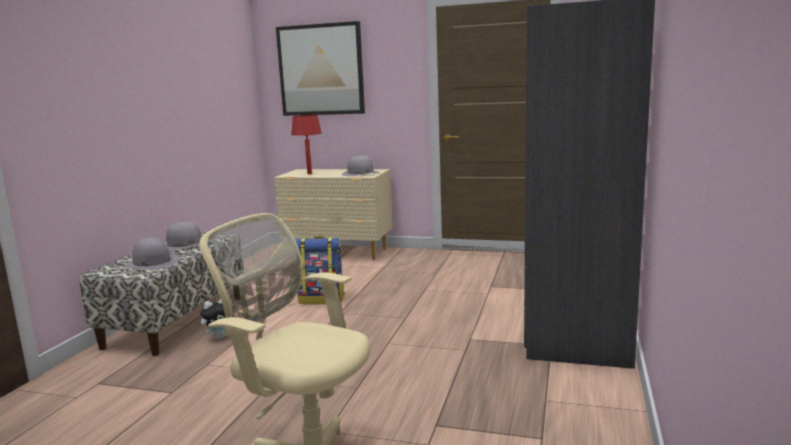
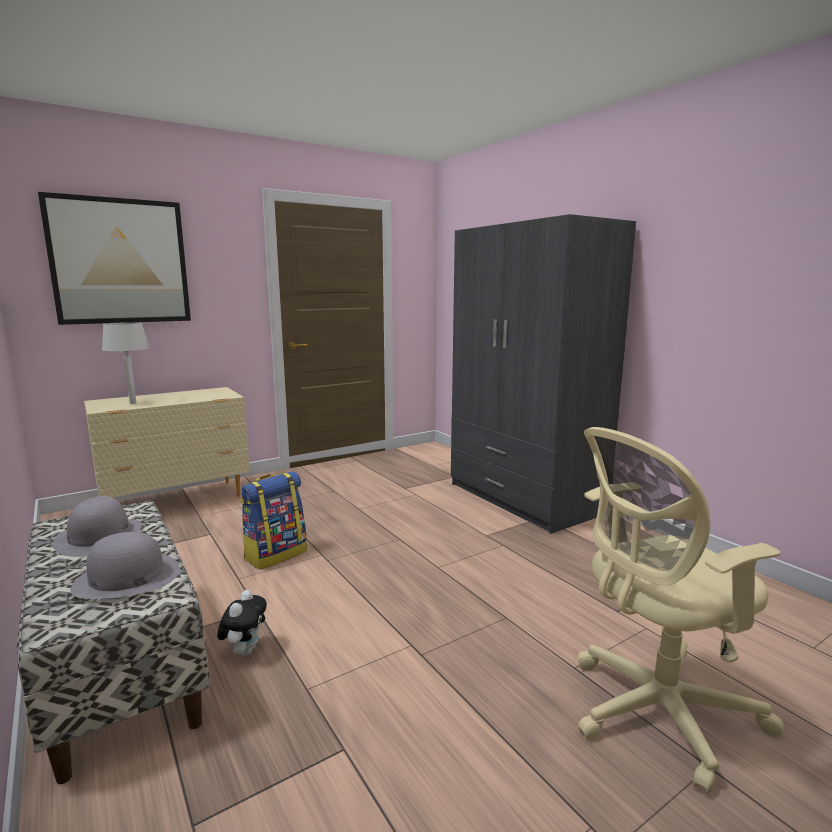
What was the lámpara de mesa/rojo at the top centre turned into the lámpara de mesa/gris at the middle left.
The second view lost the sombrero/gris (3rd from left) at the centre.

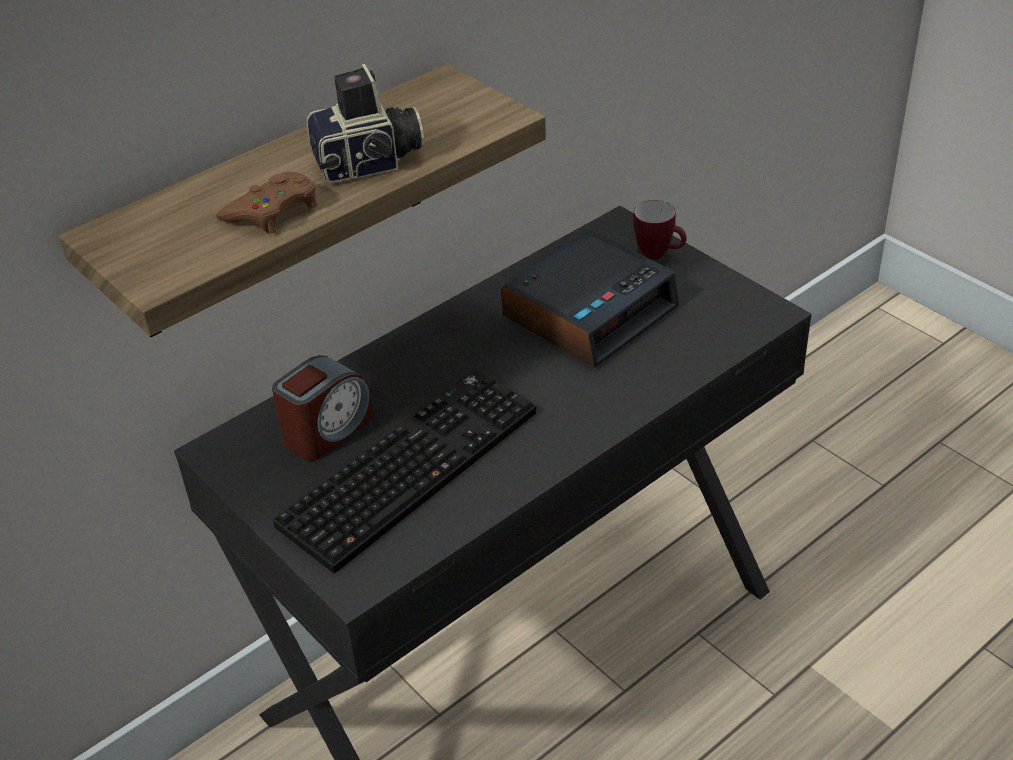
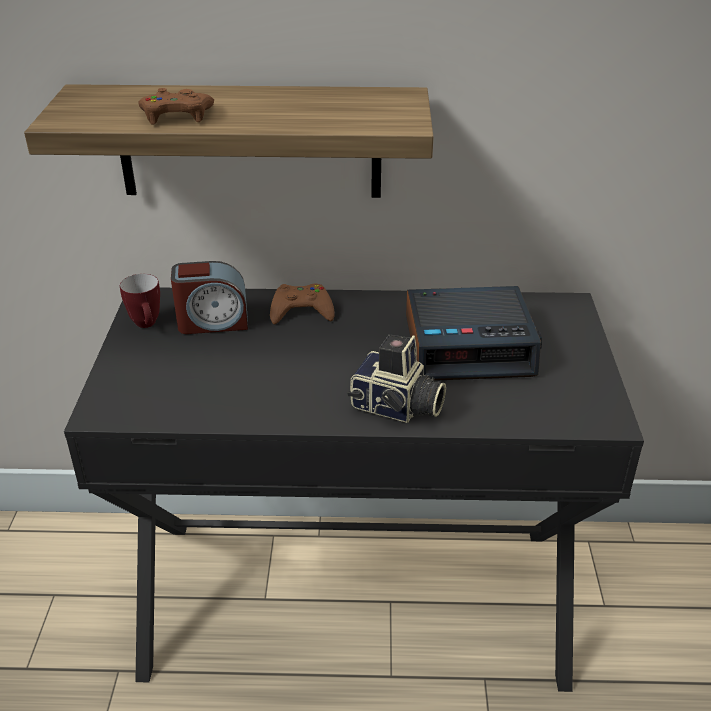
The taza grande ended up elsewhere, having gone from the top centre to the middle left.
The second view gained the mando de consola/marrón (2nd from left) at the centre.
The cámara ended up elsewhere, having gone from the top centre to the centre.
The second view lost the teclado at the centre.

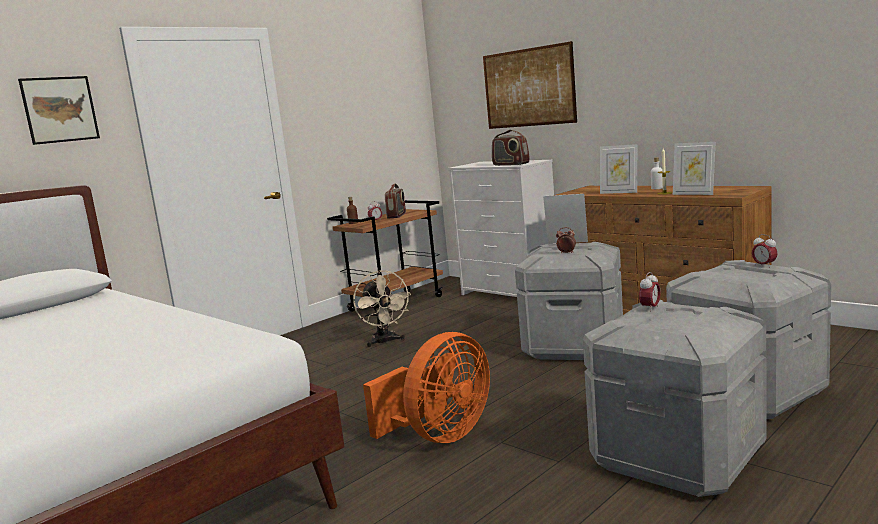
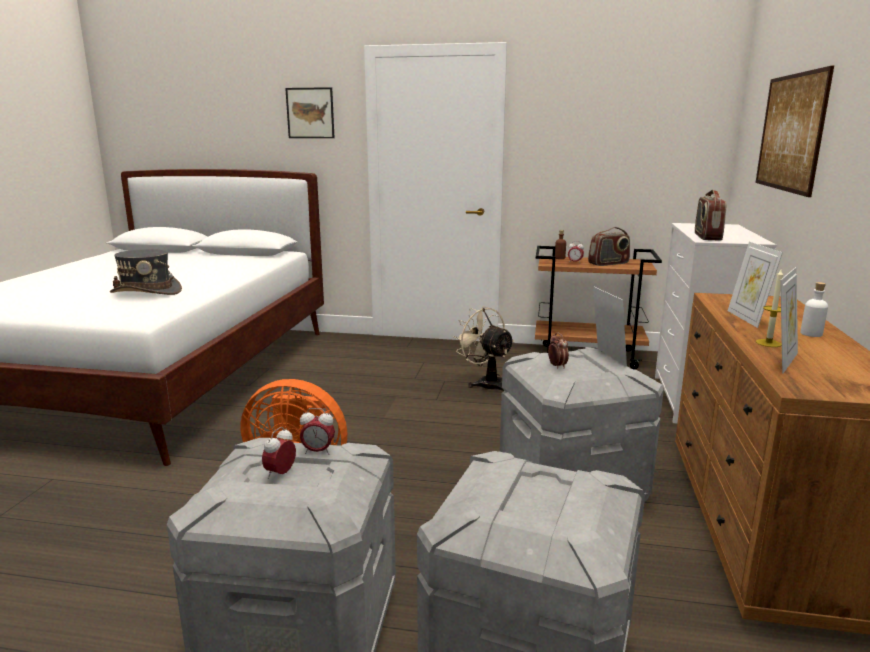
The second view gained the sombrero/gris at the middle left.
The despertador (4th from left in the first image) ended up elsewhere, having gone from the middle right to the bottom left.
The ventilador/beis at the centre ended up facing another way, 105 degrees clockwise from before.
The portarretratos (3rd from left) at the top right ended up facing another way, 150 degrees counterclockwise from before.

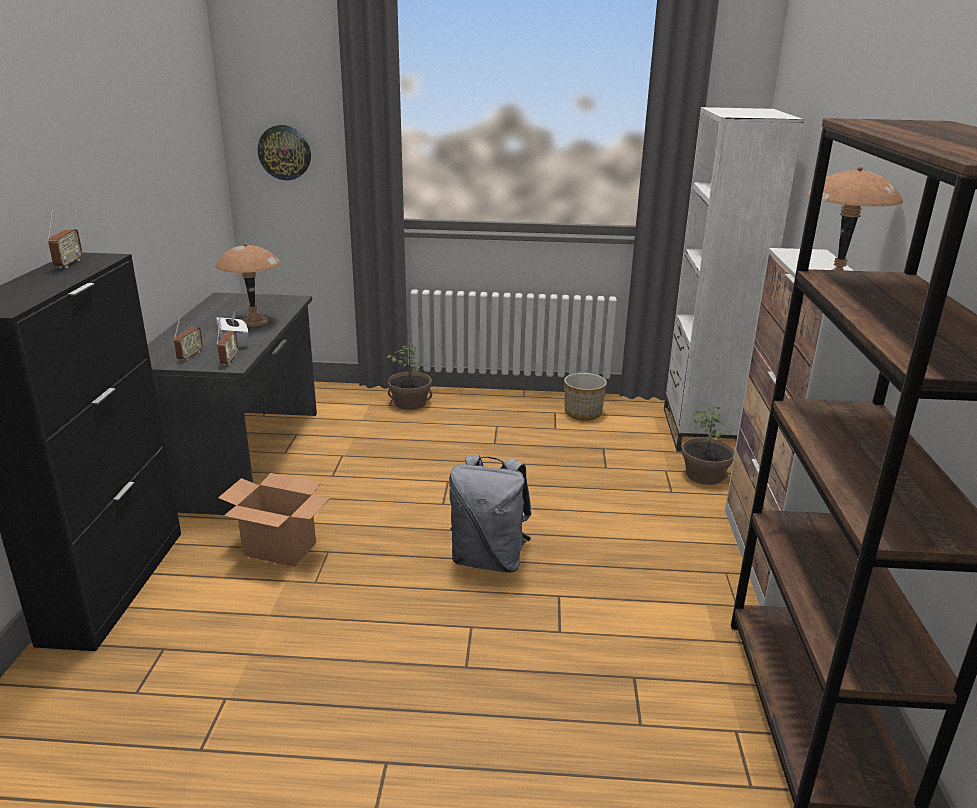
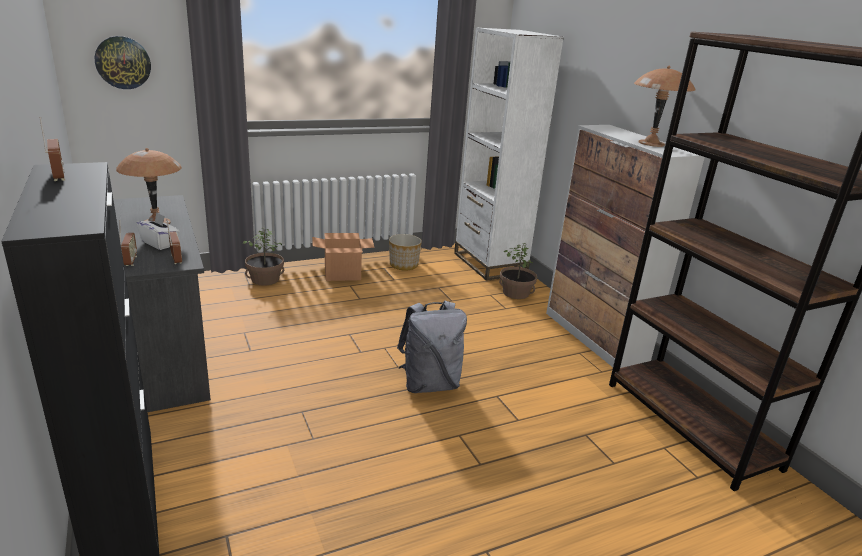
The caja de cartón ended up elsewhere, having gone from the middle left to the centre.

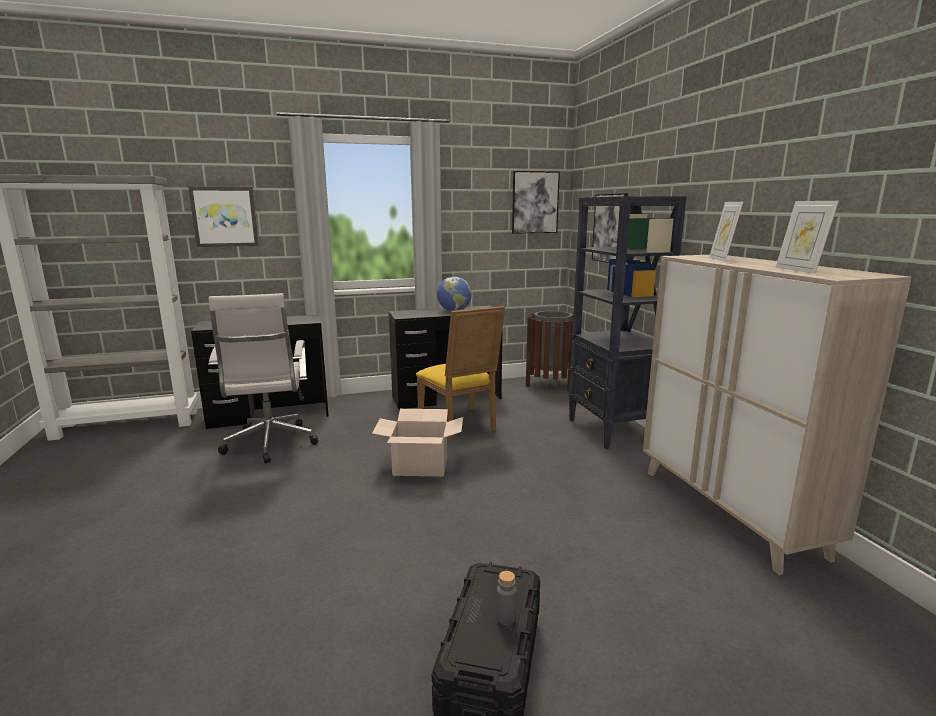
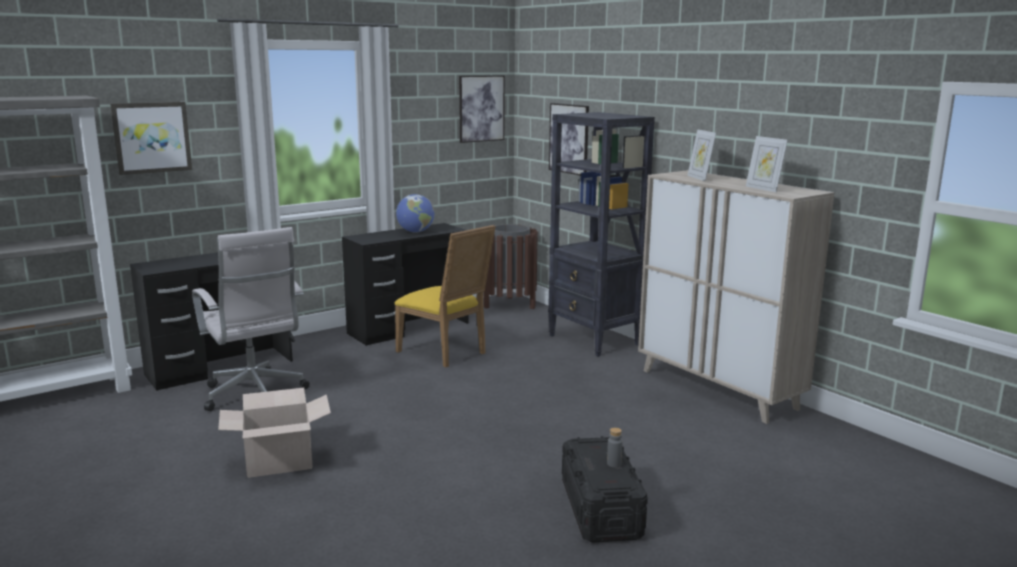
The caja de cartón ended up elsewhere, having gone from the centre to the bottom left.

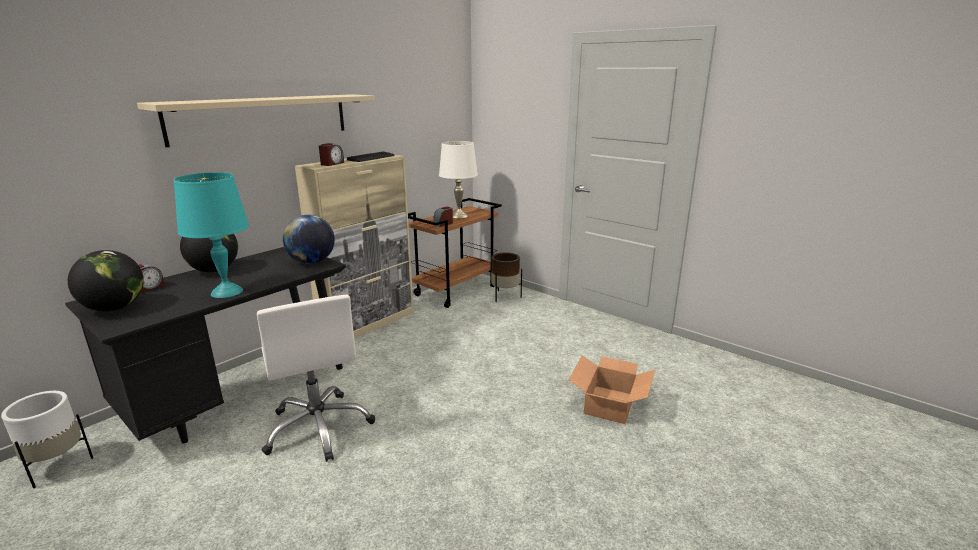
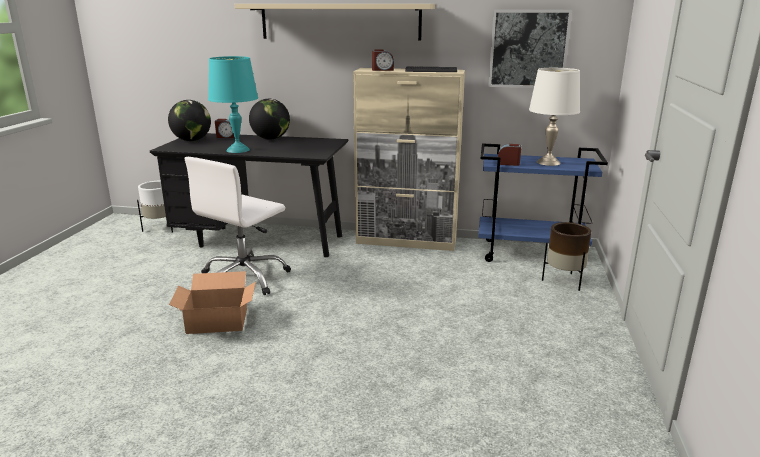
The caja de cartón ended up elsewhere, having gone from the bottom centre to the middle left.
What was the carrito/marrón at the centre turned into the carrito/azul at the middle right.
The second view gained the cuadro at the top right.
The second view lost the globo terráqueo (3rd from left) at the middle left.

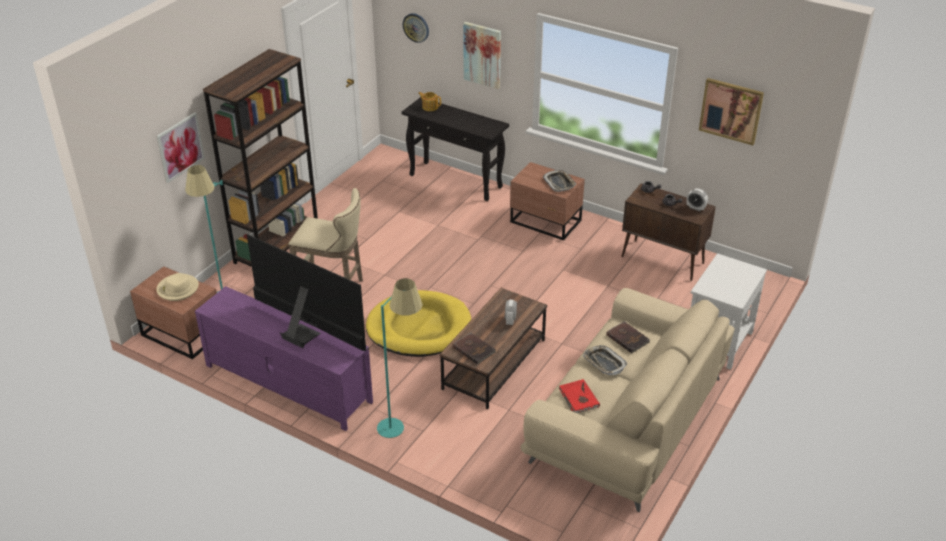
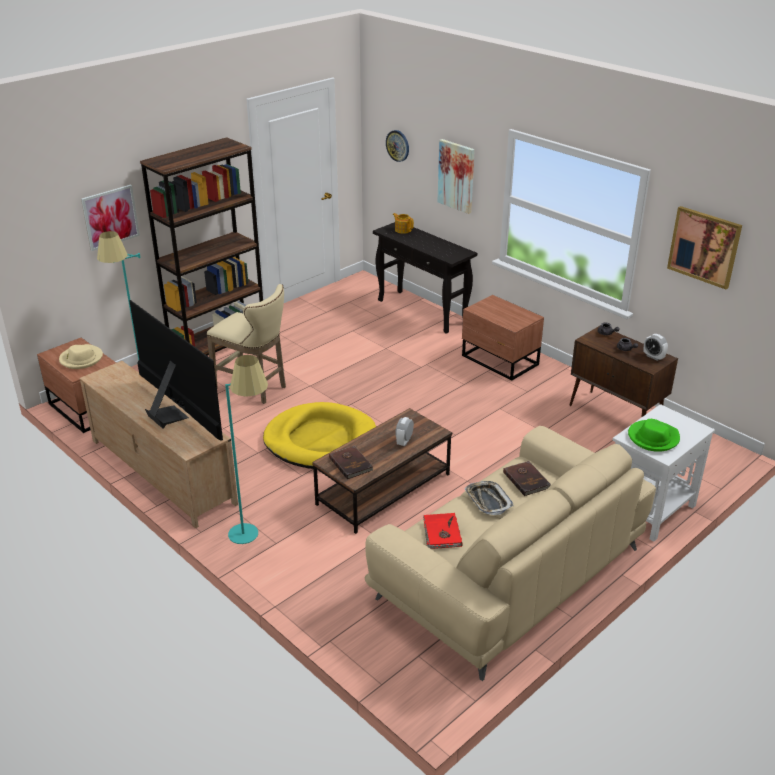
What was the mueble de televisión/morado at the middle left turned into the mueble de televisión/beis at the middle left.
The second view gained the sombrero/verde at the middle right.
The second view lost the bandeja (1st from left) at the centre.

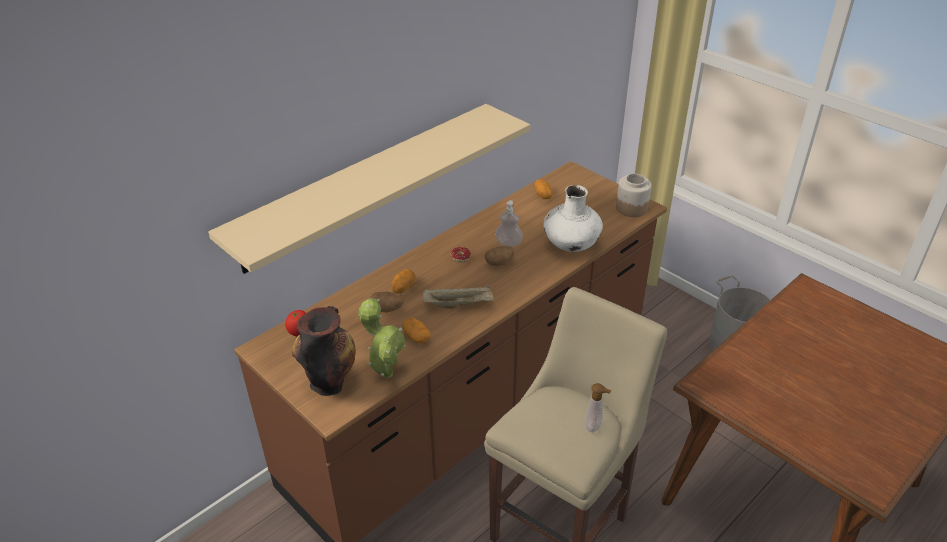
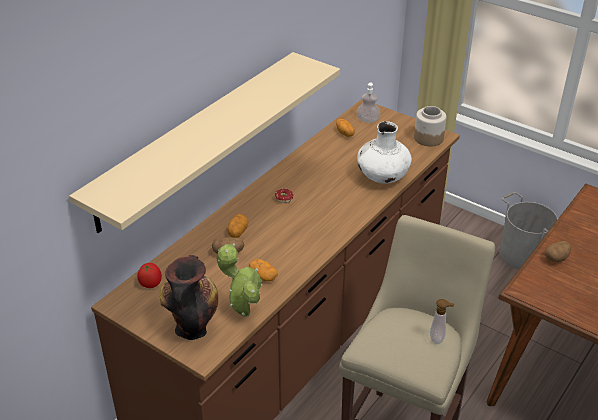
The dispensador de jabón (1st from left) ended up elsewhere, having gone from the centre to the top centre.
The patata (4th from left in the first image) ended up elsewhere, having gone from the centre to the middle right.
The second view lost the bandeja/beis at the centre.

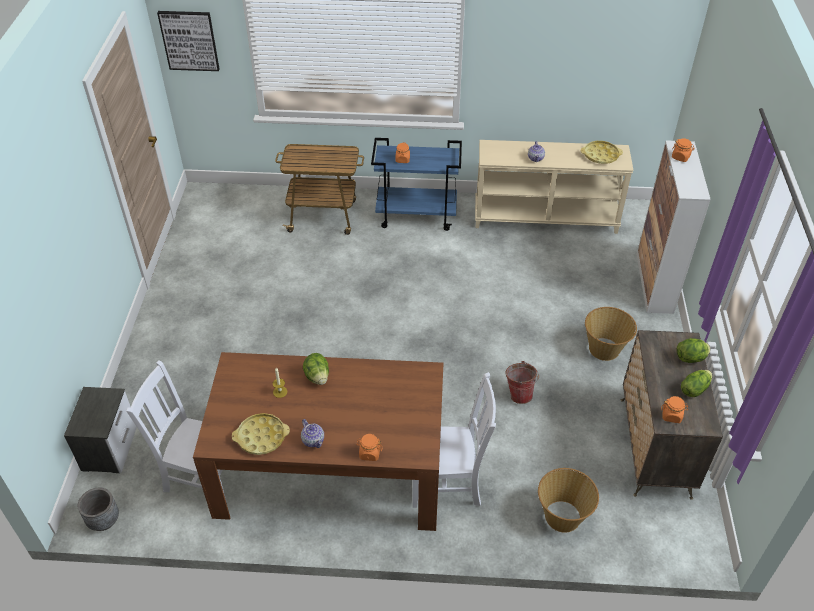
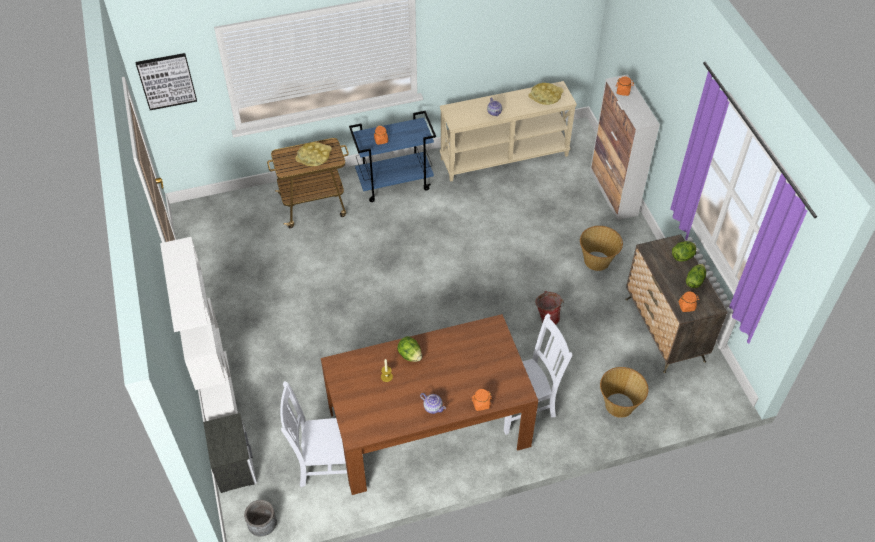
The second view gained the estantería/blanco at the middle left.
The bandeja/amarillo (1st from left) ended up elsewhere, having gone from the bottom left to the top centre.

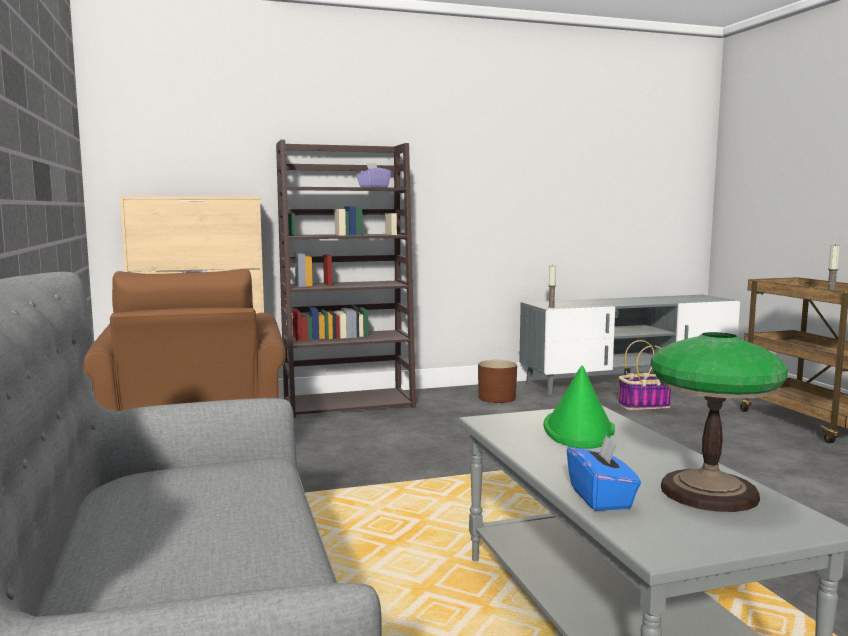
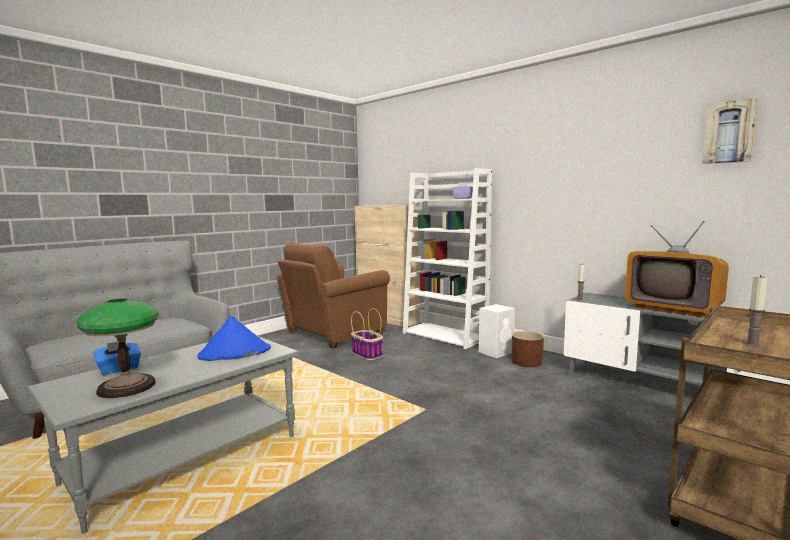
What was the sombrero/verde at the middle right turned into the sombrero/azul at the middle left.
The cesta ended up elsewhere, having gone from the middle right to the centre.
What was the estantería/marrón at the centre turned into the estantería/blanco at the centre.
The second view gained the altavoz/blanco at the centre.
The second view gained the televisor at the middle right.
The second view gained the cuadro at the top right.

